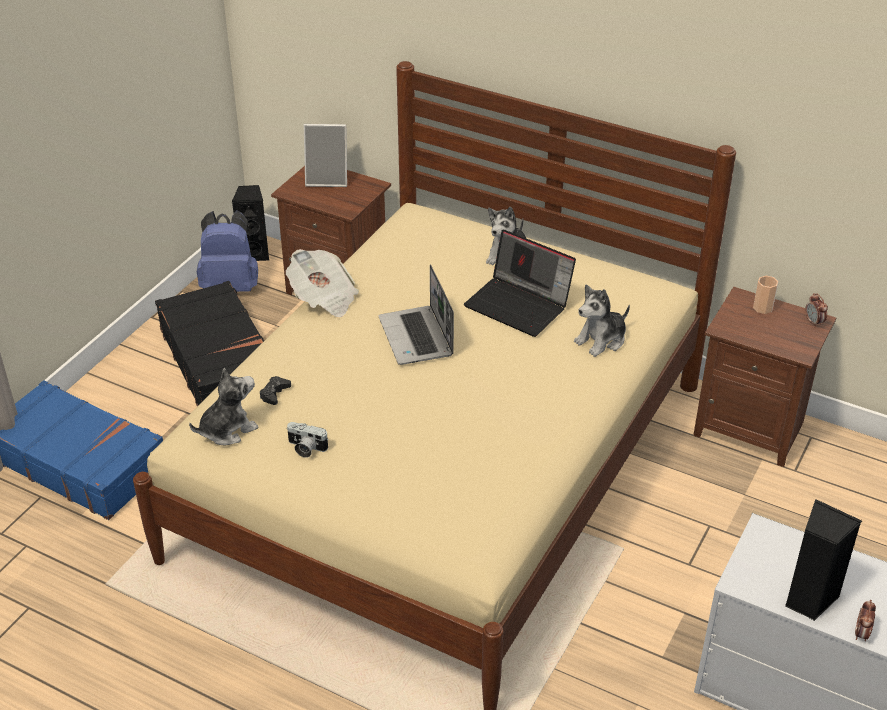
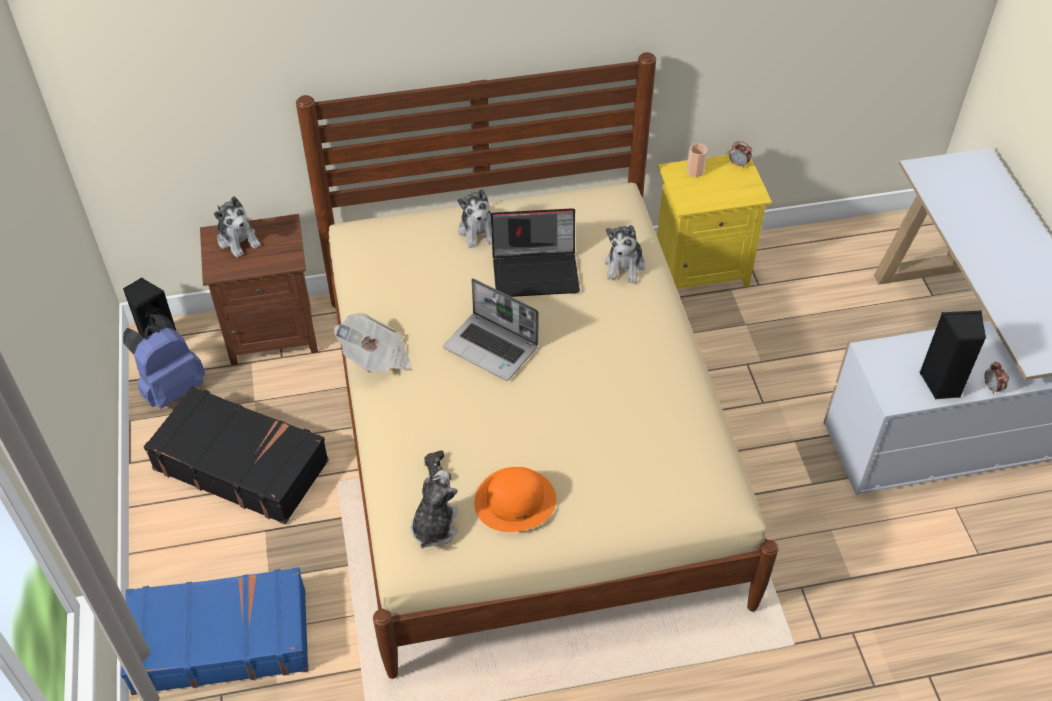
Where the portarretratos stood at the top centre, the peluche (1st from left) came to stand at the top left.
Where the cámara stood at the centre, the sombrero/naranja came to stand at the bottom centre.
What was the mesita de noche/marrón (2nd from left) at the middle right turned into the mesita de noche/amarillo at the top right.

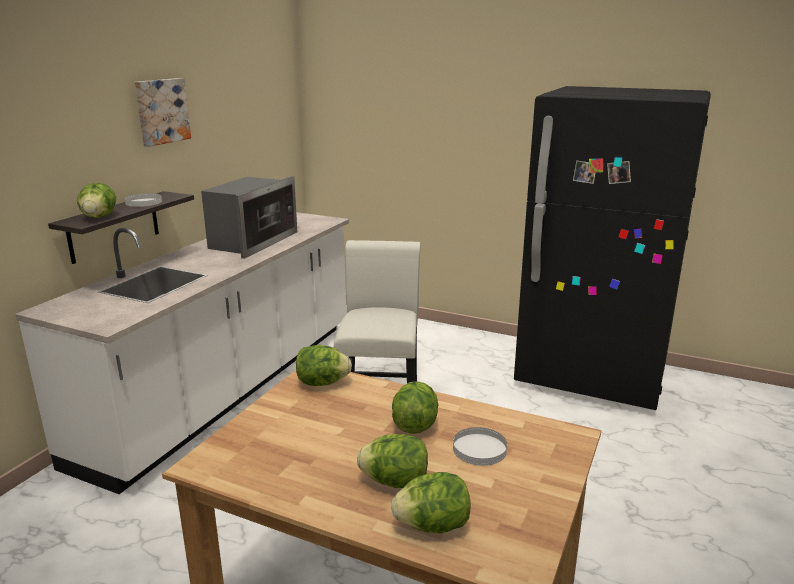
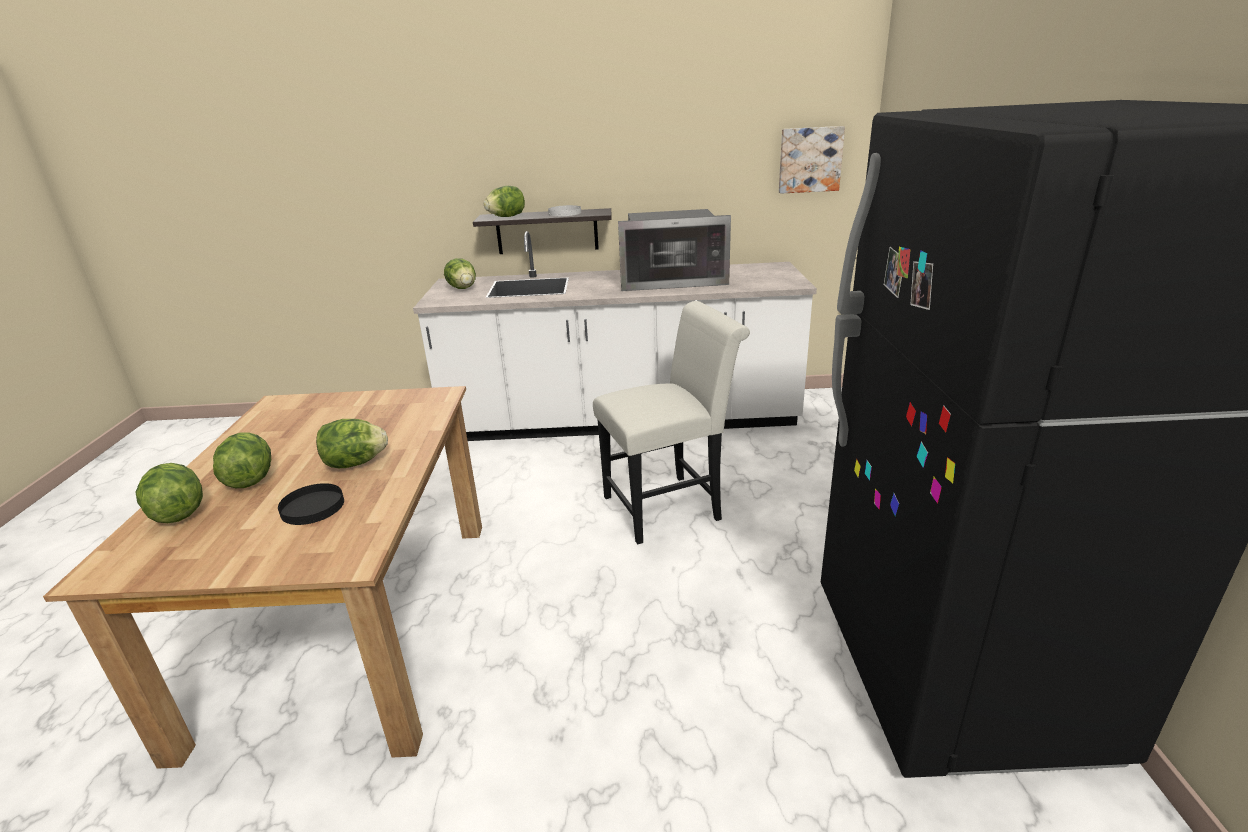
What was the plato/blanco (2nd from left) at the bottom centre turned into the plato/negro at the middle left.
The lechuga (2nd from left in the first image) ended up elsewhere, having gone from the centre to the top centre.
The cuadro ended up elsewhere, having gone from the top left to the top centre.

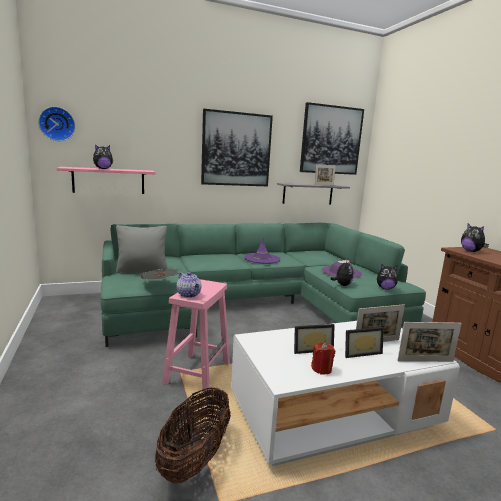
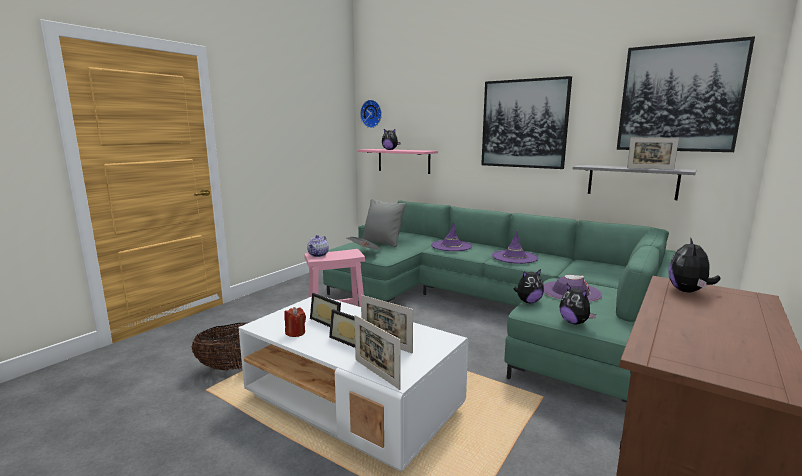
The second view gained the sombrero/morado (1st from left) at the centre.

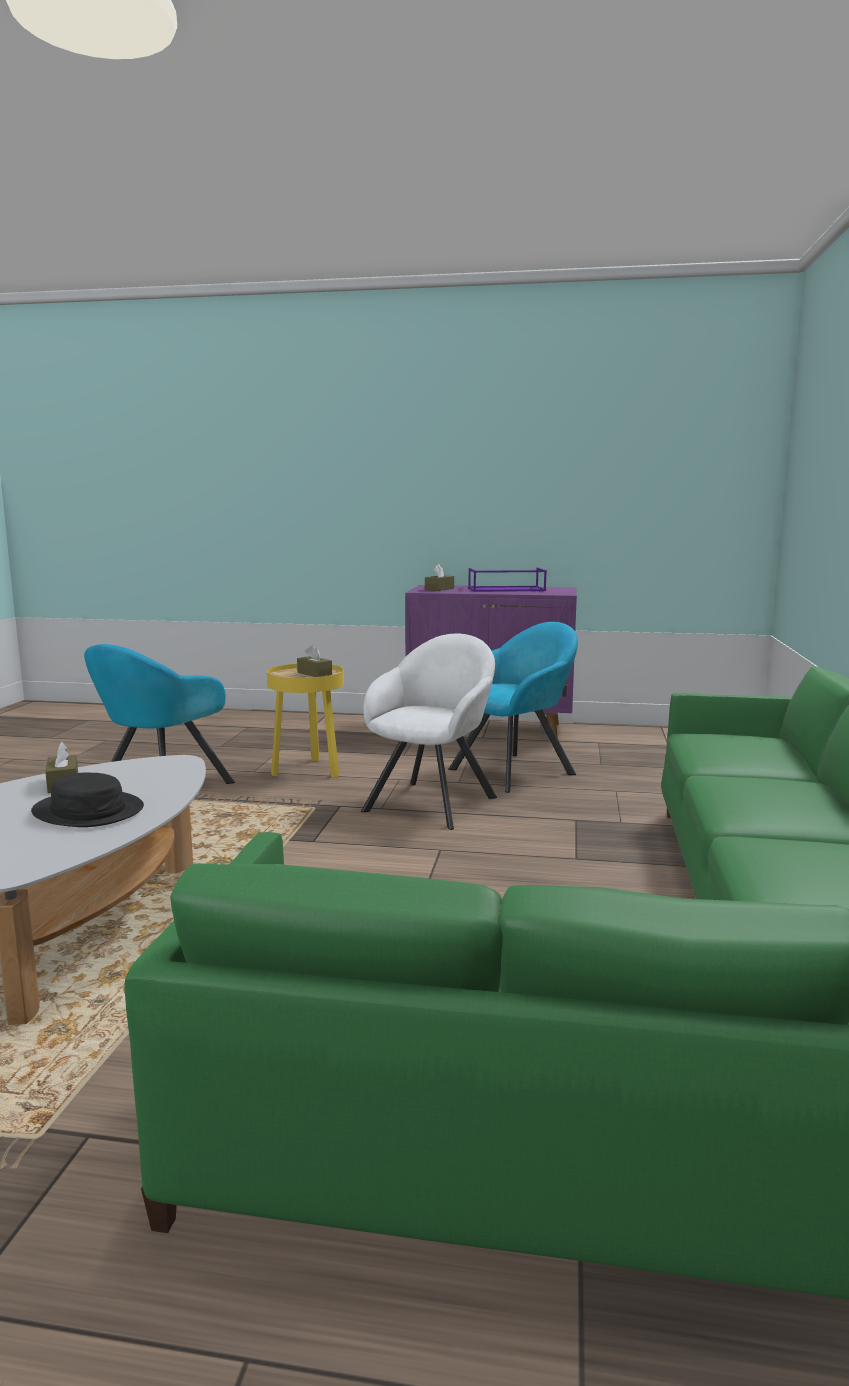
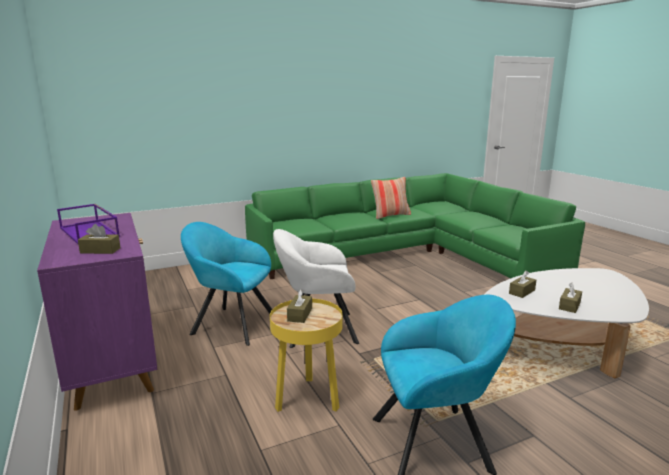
The second view gained the cojín at the centre.
The second view gained the caja de pañuelos/marrón (3rd from left) at the middle right.
The second view lost the sombrero/negro at the middle left.

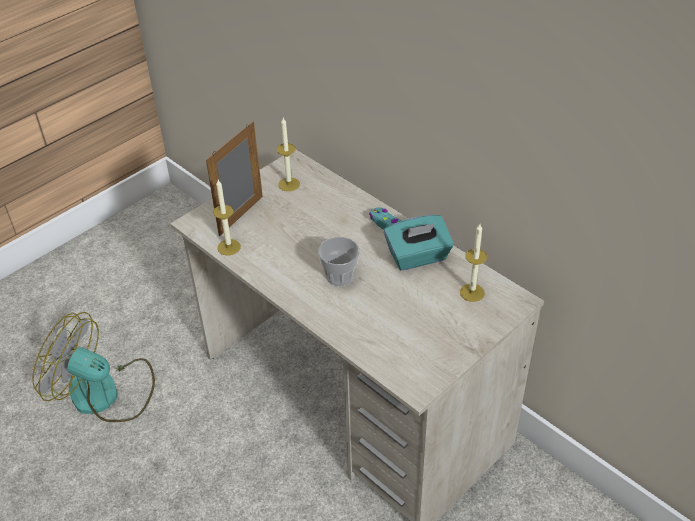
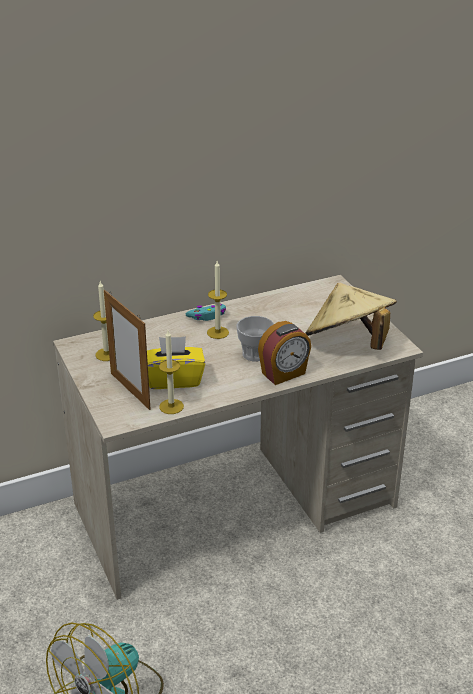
The second view gained the caja de pañuelos/amarillo at the centre.
The vela (3rd from left) ended up elsewhere, having gone from the middle right to the centre.
The second view gained the despertador at the centre.
The second view gained the sombrero/beis at the middle right.
The second view lost the caja de pañuelos/turquesa at the centre.

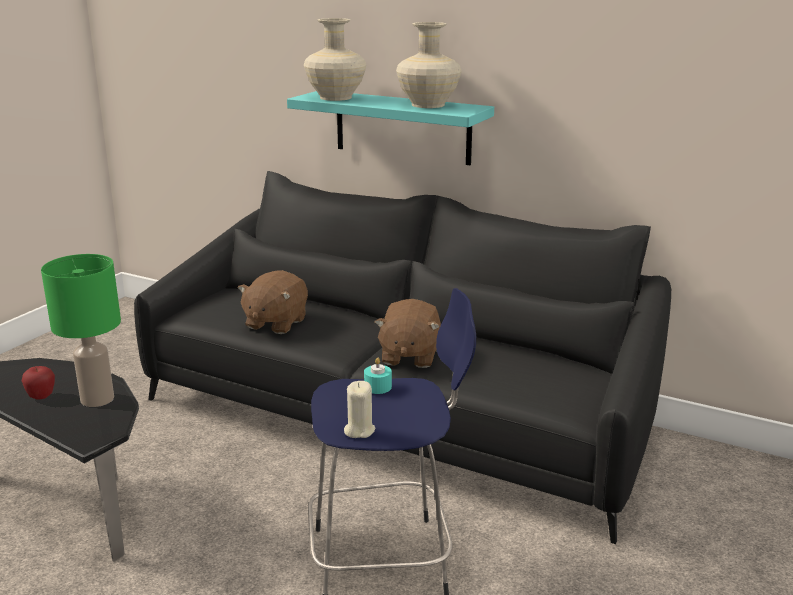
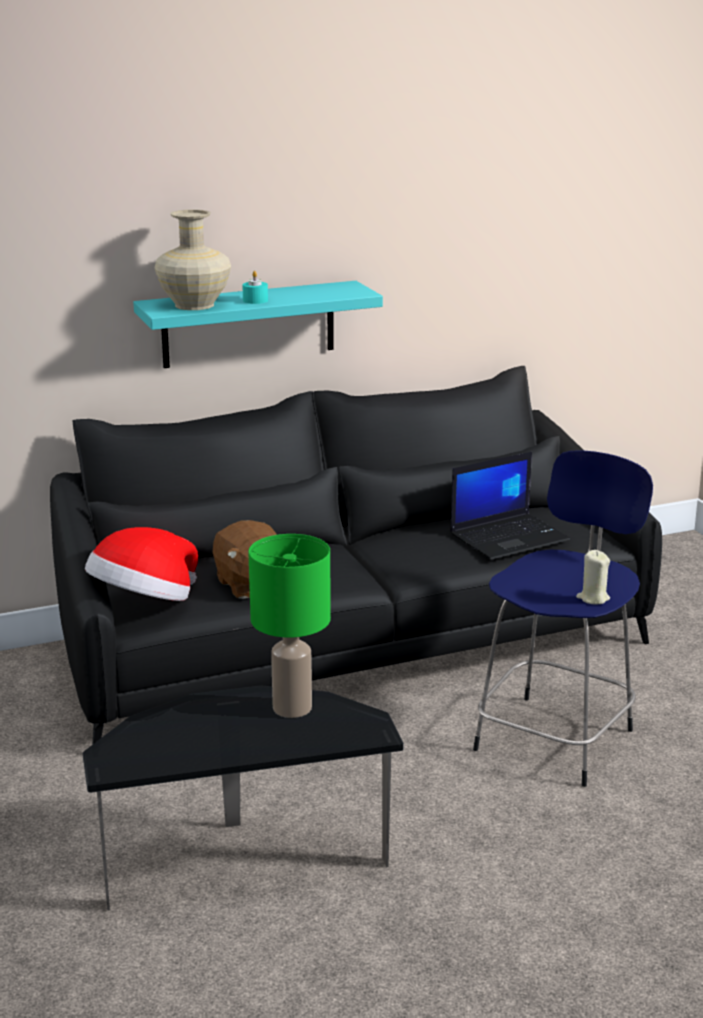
The second view gained the sombrero at the middle left.
The vela/turquesa ended up elsewhere, having gone from the centre to the top centre.
The second view gained the portátil at the middle right.
The second view lost the manzana at the middle left.
The second view lost the peluche/marrón (2nd from left) at the centre.
The second view lost the florero/beis (2nd from left) at the top centre.

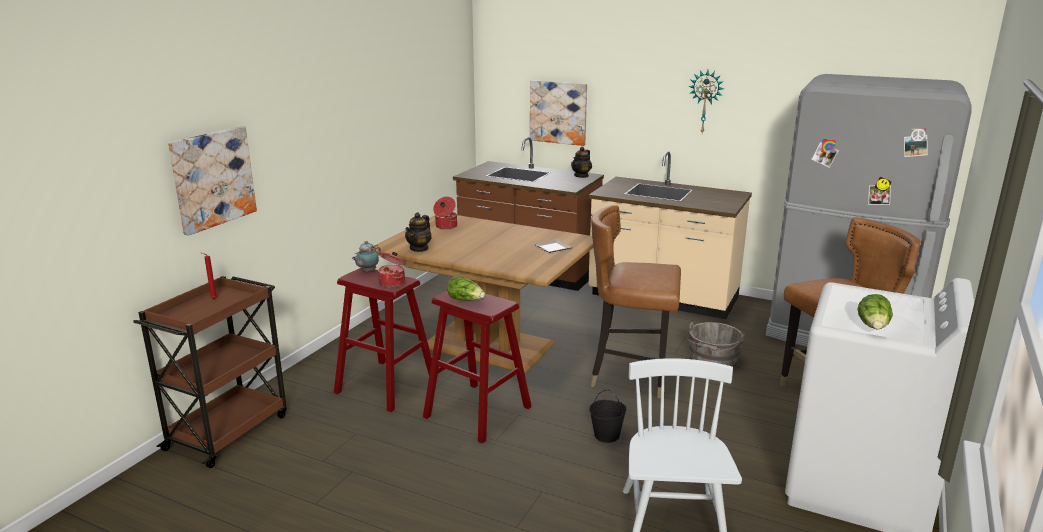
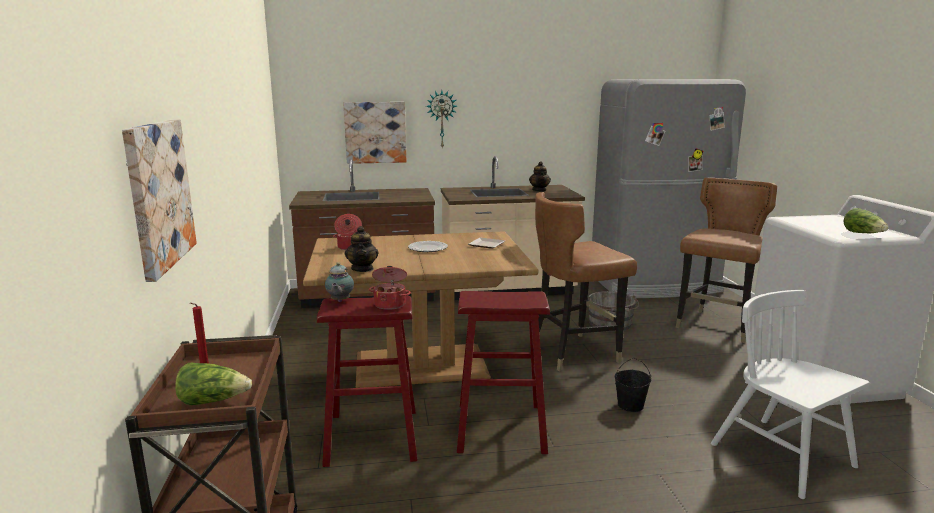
The lechuga (1st from left) ended up elsewhere, having gone from the centre to the bottom left.
The second view gained the plato (1st from left) at the centre.
The reloj de pared ended up elsewhere, having gone from the top right to the top centre.
The tetera (3rd from left) ended up elsewhere, having gone from the top centre to the centre.

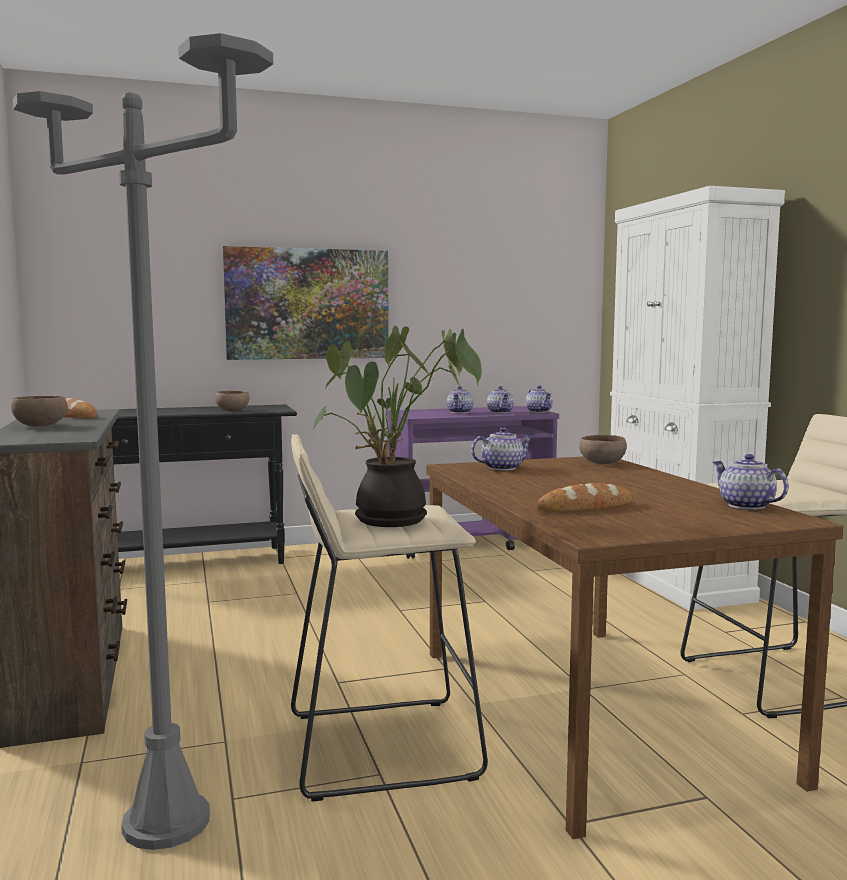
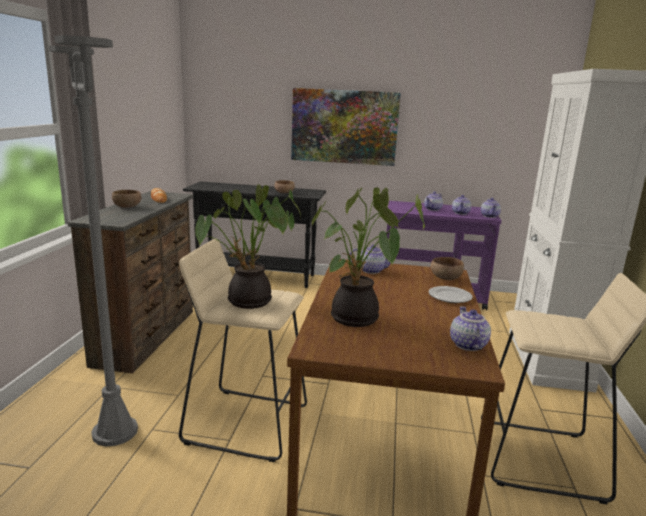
Where the pan (2nd from left) stood at the middle right, the planta en maceta (2nd from left) came to stand at the centre.
The second view gained the plato at the middle right.

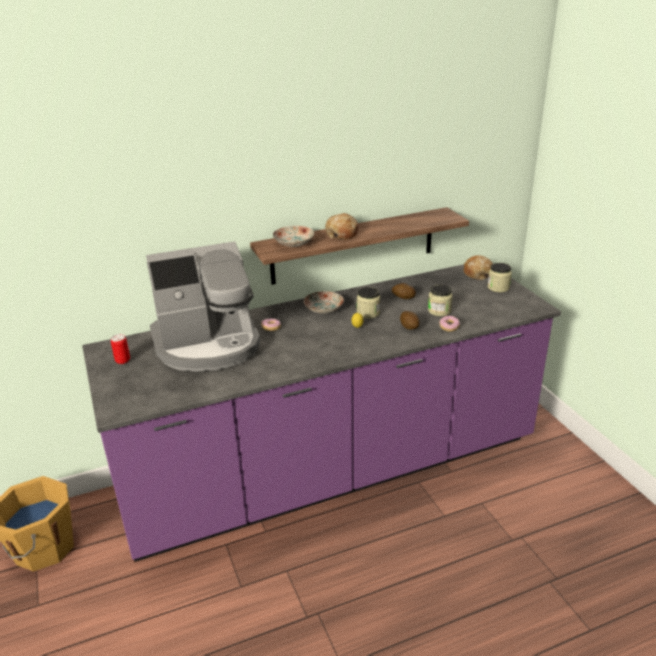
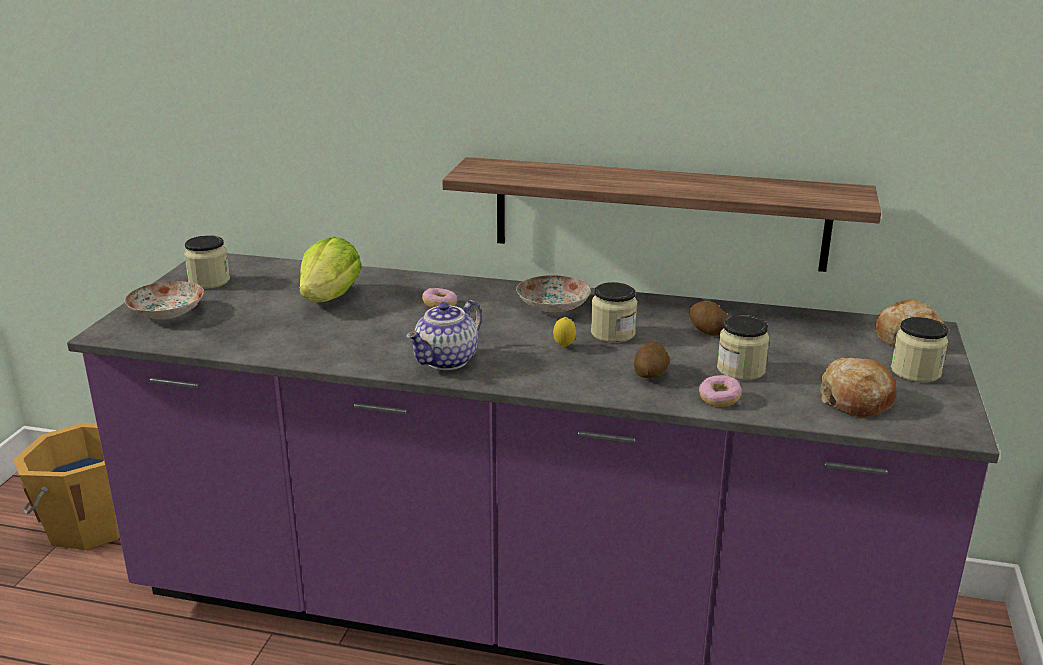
The plato (1st from left) ended up elsewhere, having gone from the centre to the middle left.
Where the lata stood at the middle left, the tarro (1st from left) came to stand at the middle left.
Where the cafetera stood at the middle left, the lechuga came to stand at the middle left.
The second view gained the tetera at the centre.
The pan (1st from left) ended up elsewhere, having gone from the centre to the middle right.

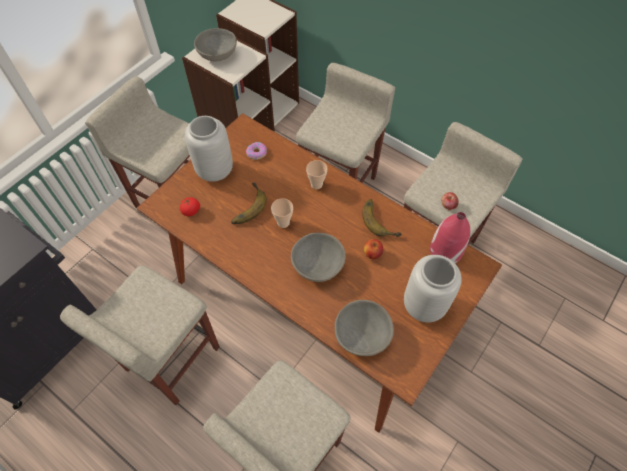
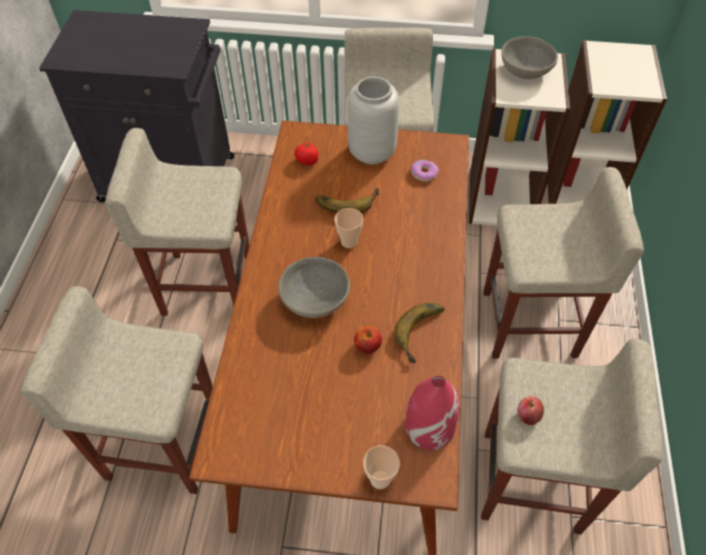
The taza (2nd from left) ended up elsewhere, having gone from the centre to the bottom centre.
The second view lost the cuenco/gris (3rd from left) at the bottom centre.
The second view lost the florero/gris (2nd from left) at the middle right.

